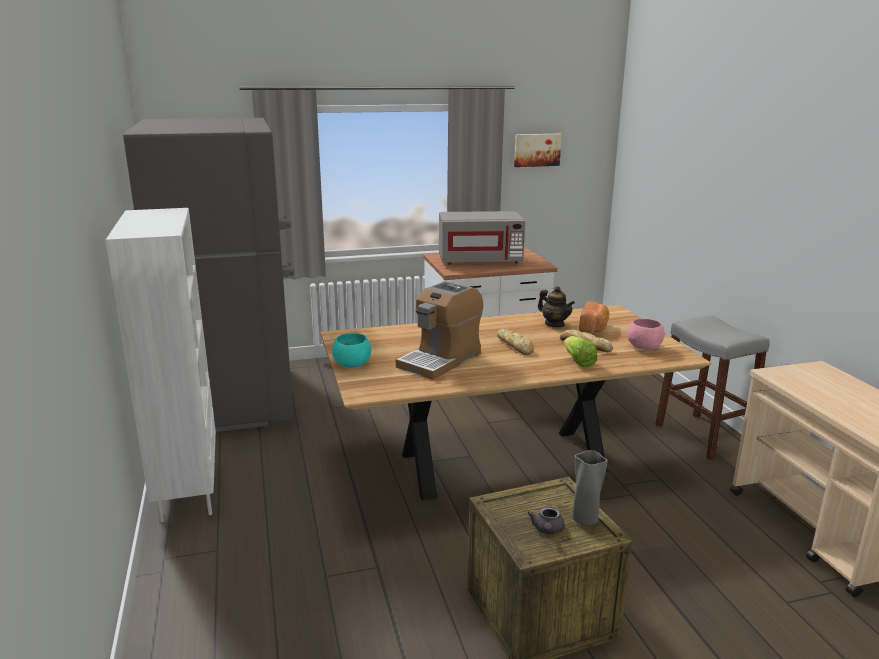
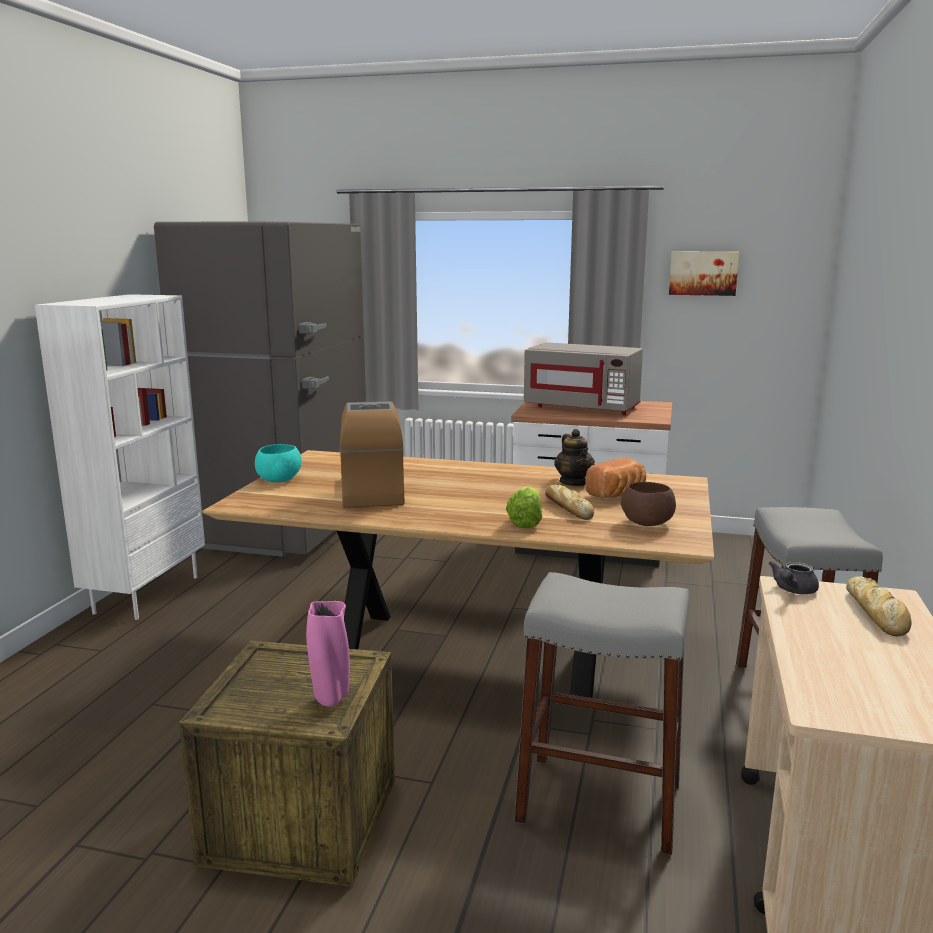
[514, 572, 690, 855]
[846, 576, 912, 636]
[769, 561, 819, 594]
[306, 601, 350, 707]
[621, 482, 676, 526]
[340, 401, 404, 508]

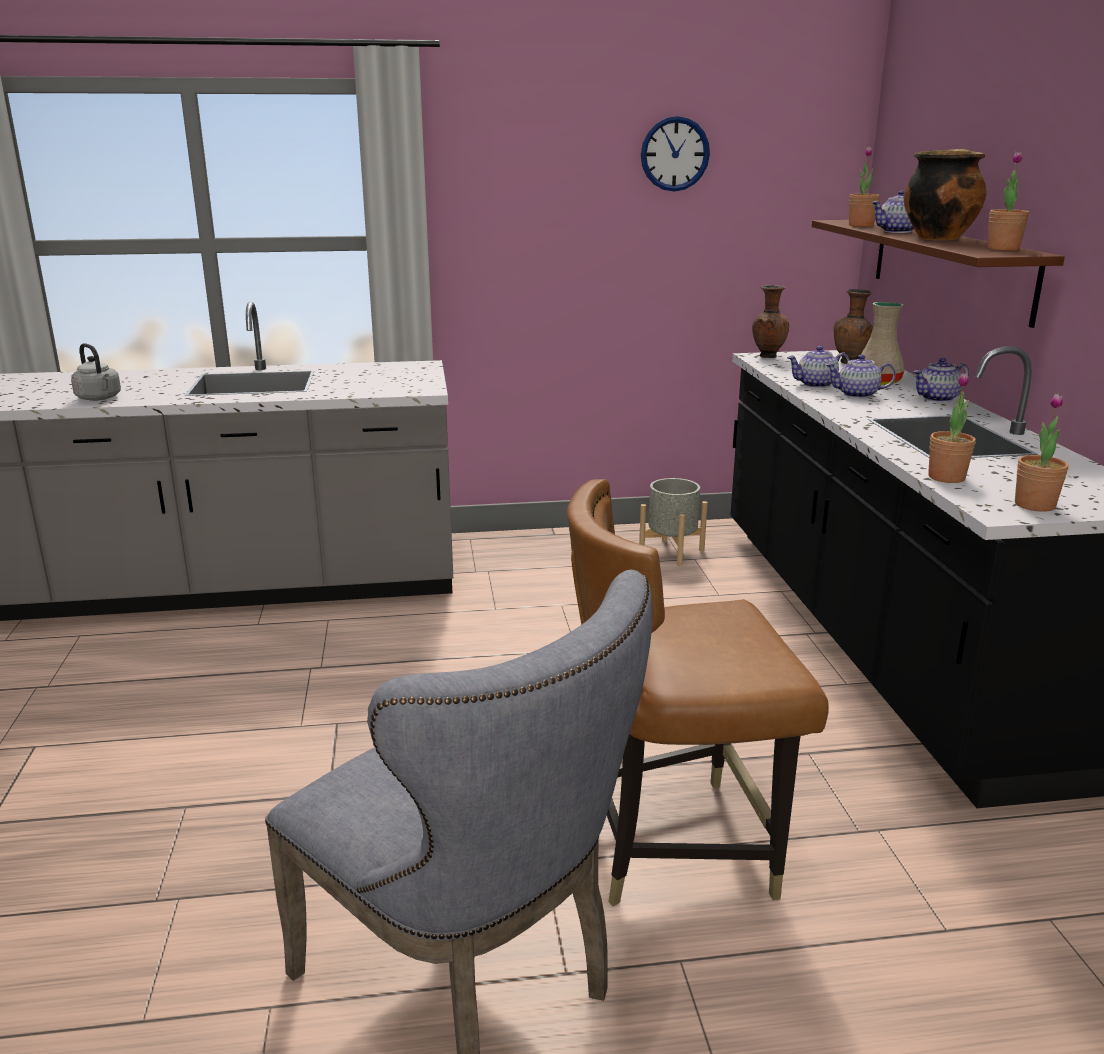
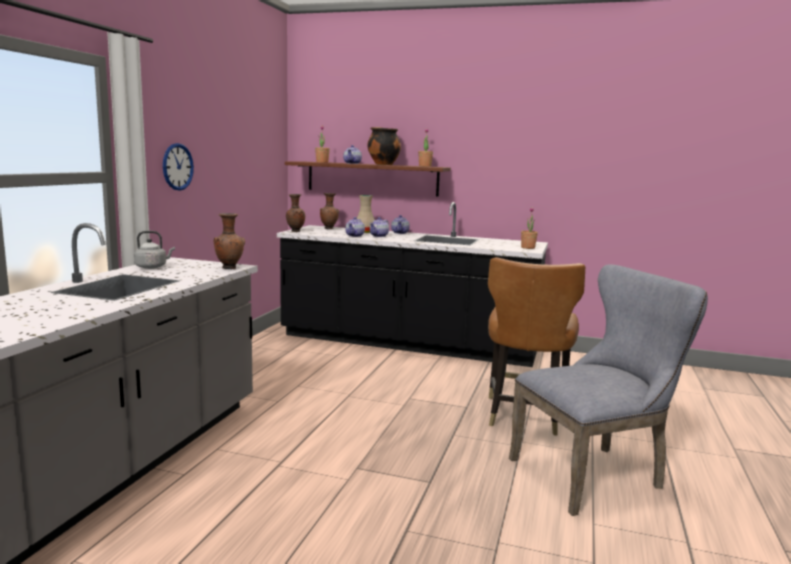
[639, 478, 708, 566] (first image)
[928, 373, 976, 483] (first image)
[214, 213, 245, 269]
[134, 231, 175, 269]
[163, 143, 194, 191]

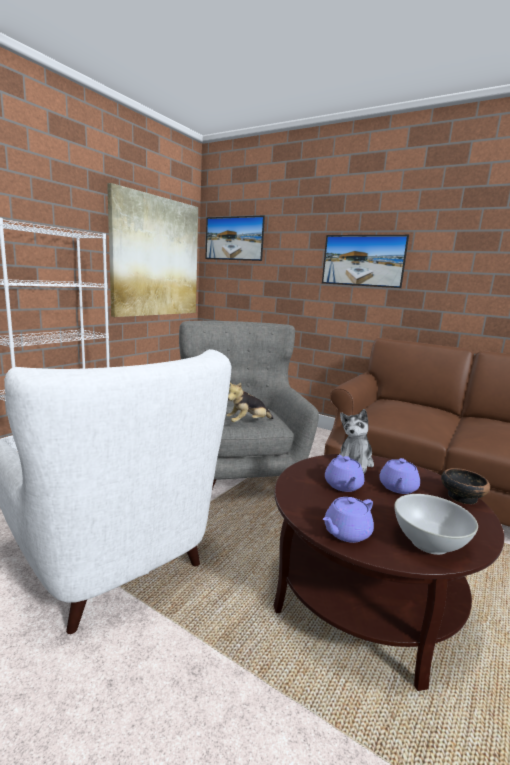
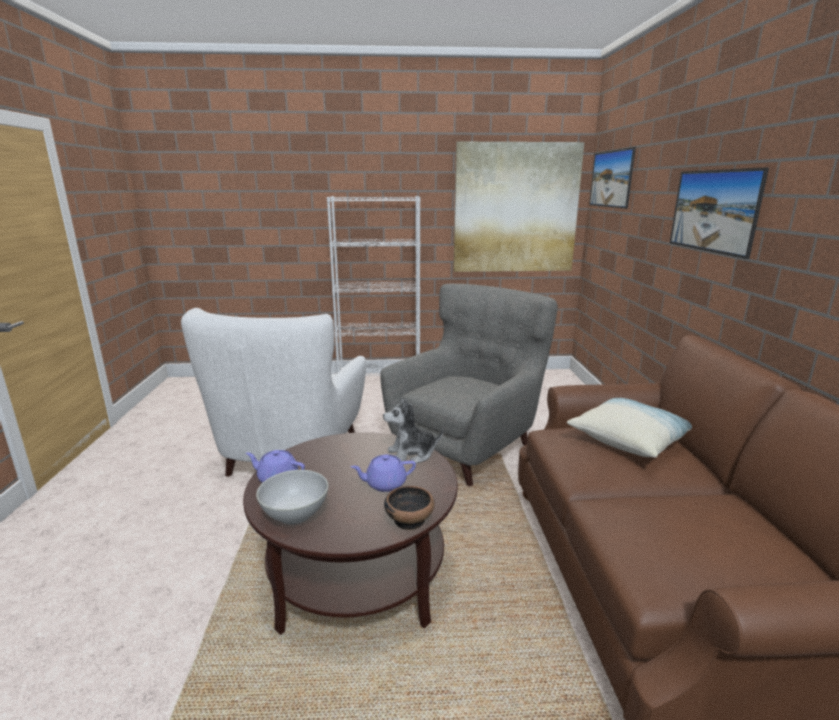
[226, 383, 273, 422] (first image)
[325, 455, 365, 492] (first image)
[567, 398, 692, 458]

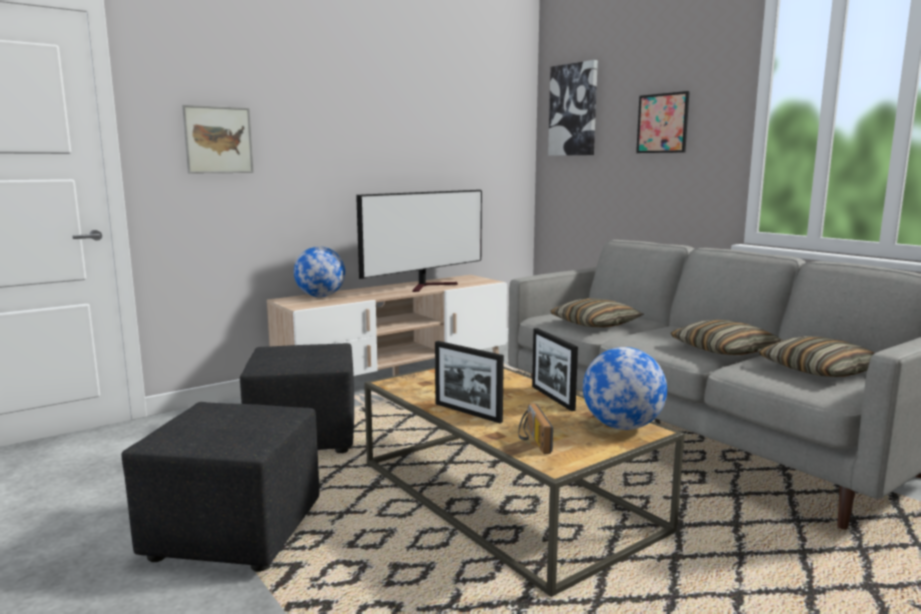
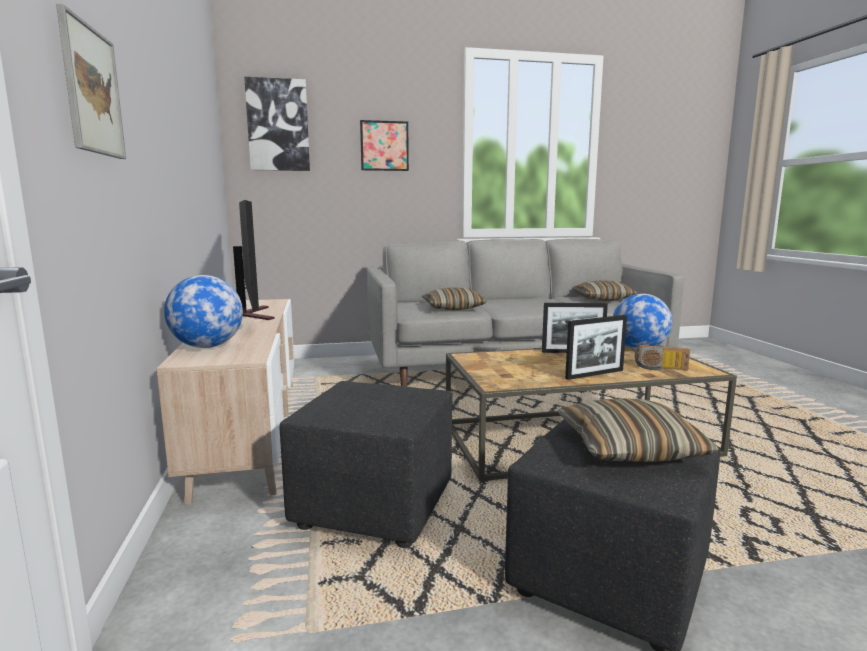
[557, 398, 719, 462]

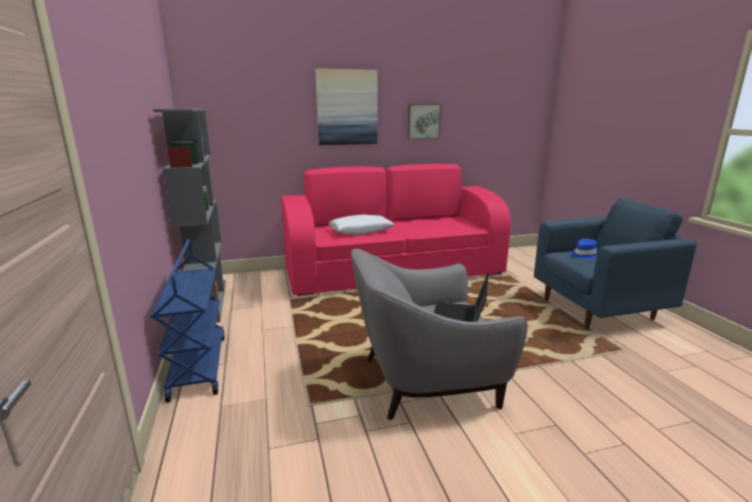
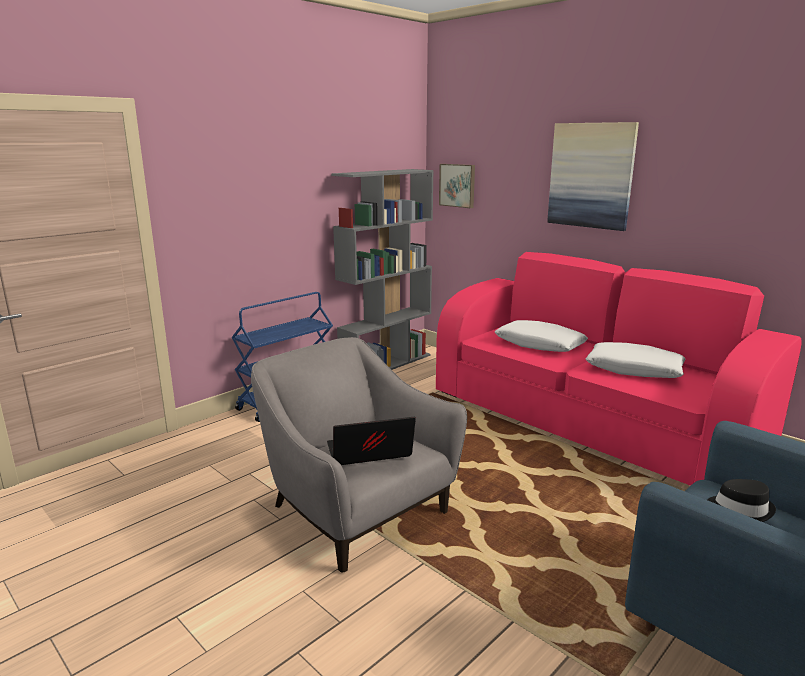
[585, 342, 686, 378]
[439, 164, 475, 208]
[707, 479, 776, 522]

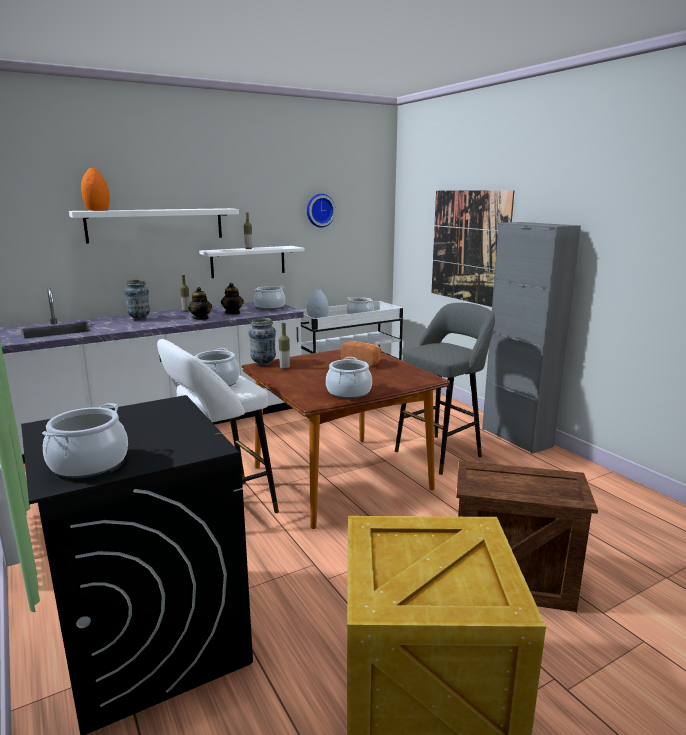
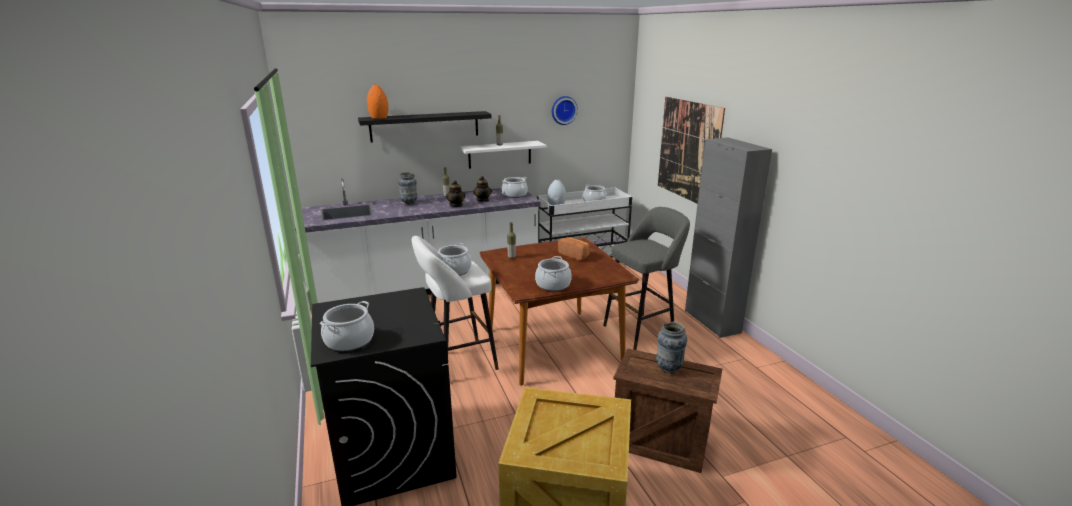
[656, 321, 687, 374]
[358, 111, 491, 142]

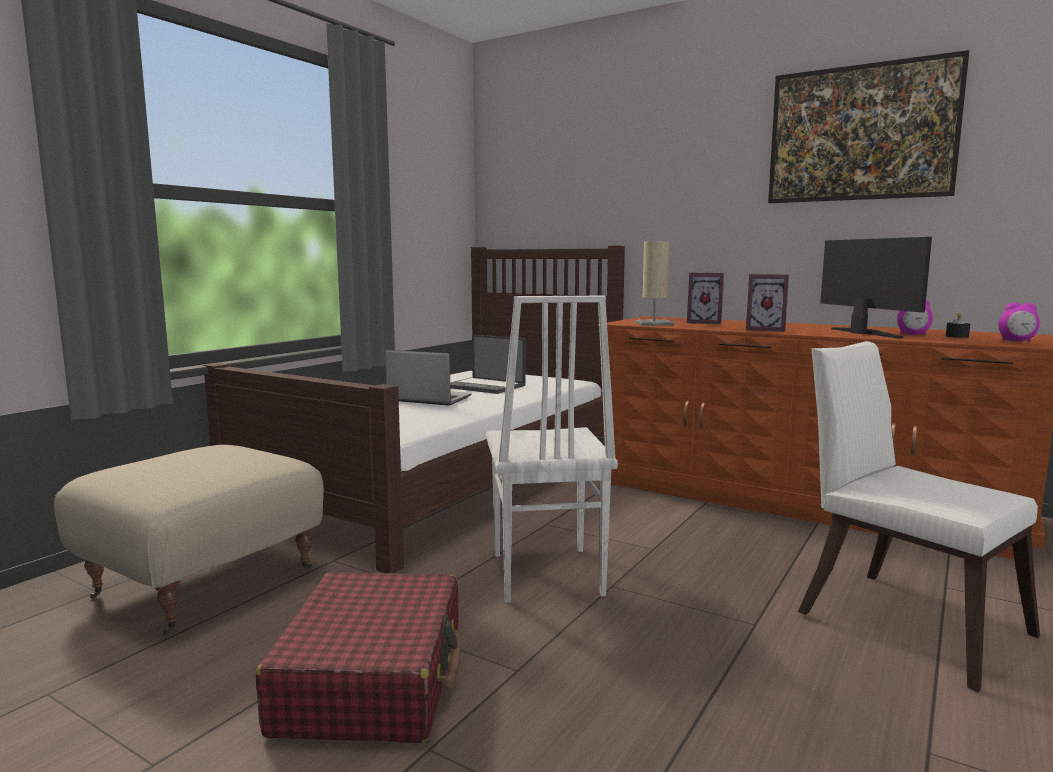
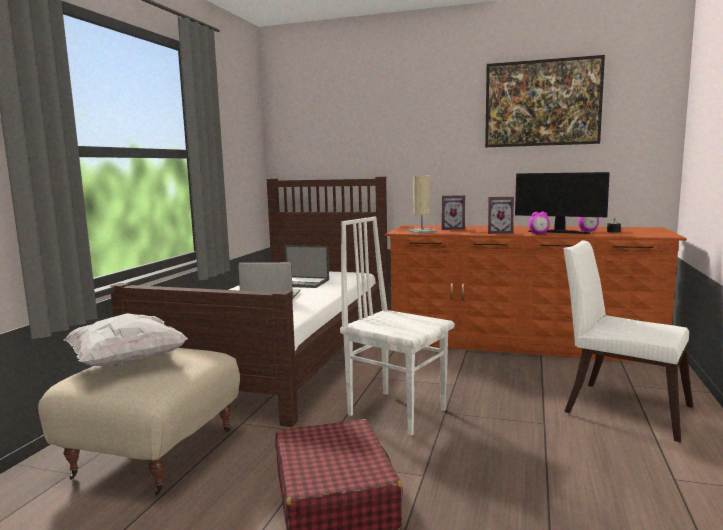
[64, 313, 188, 366]
[529, 212, 550, 234]
[340, 217, 454, 436]
[515, 172, 610, 234]

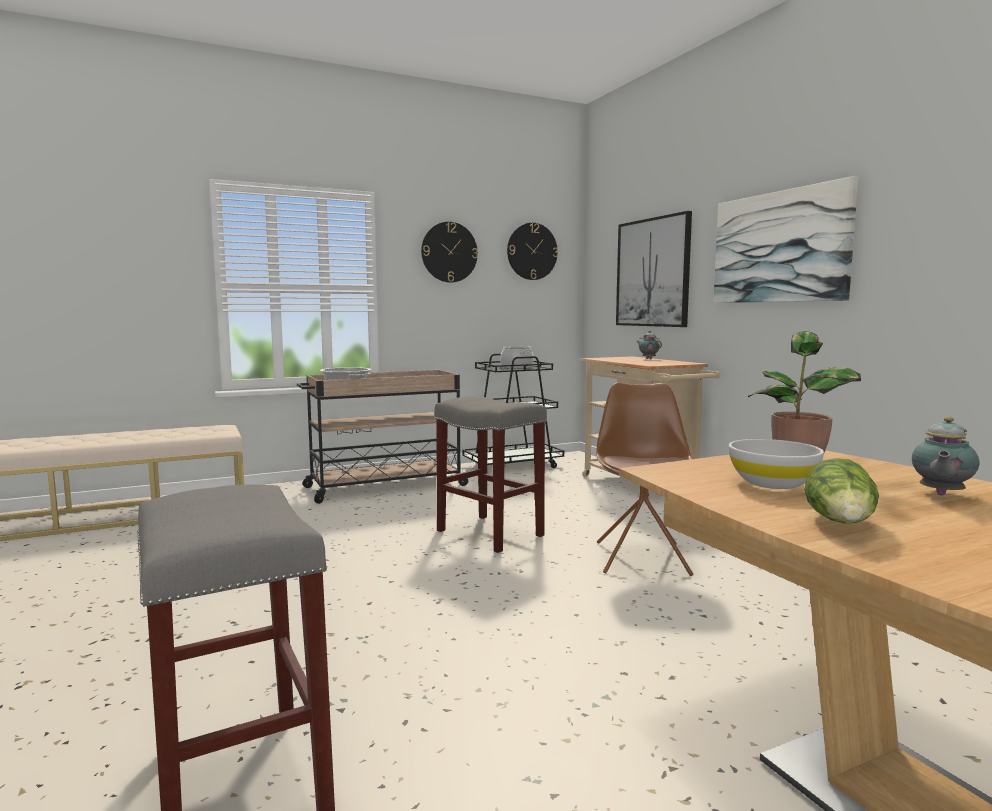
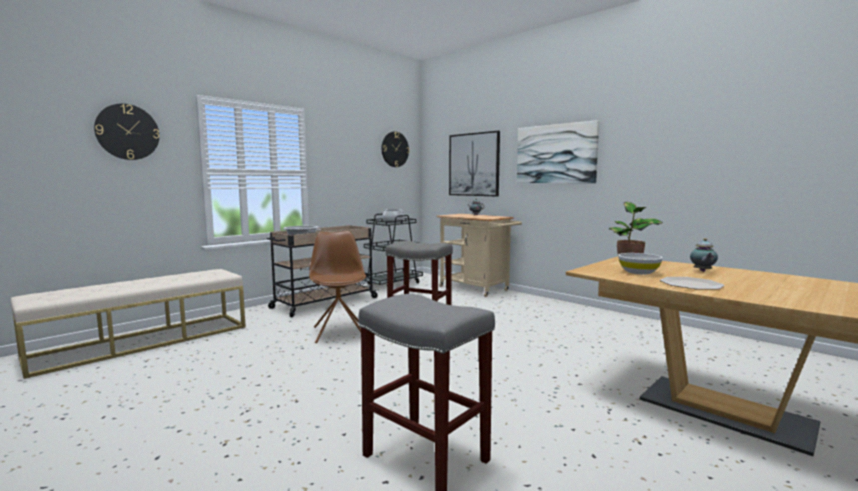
[94, 104, 159, 160]
[309, 231, 366, 343]
[660, 277, 725, 290]

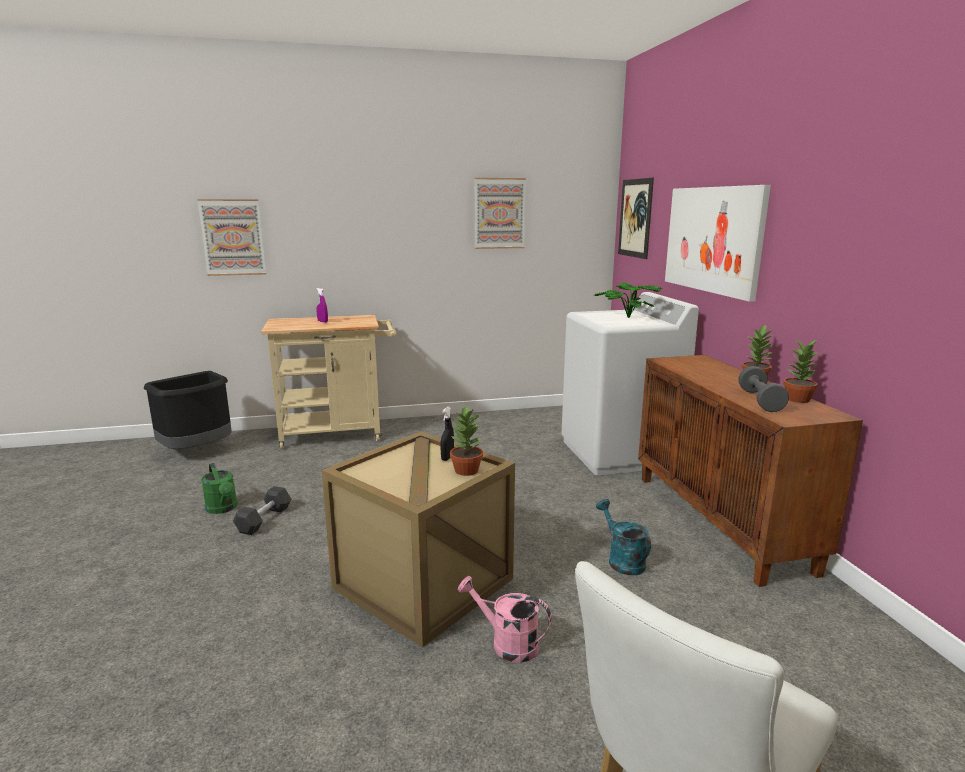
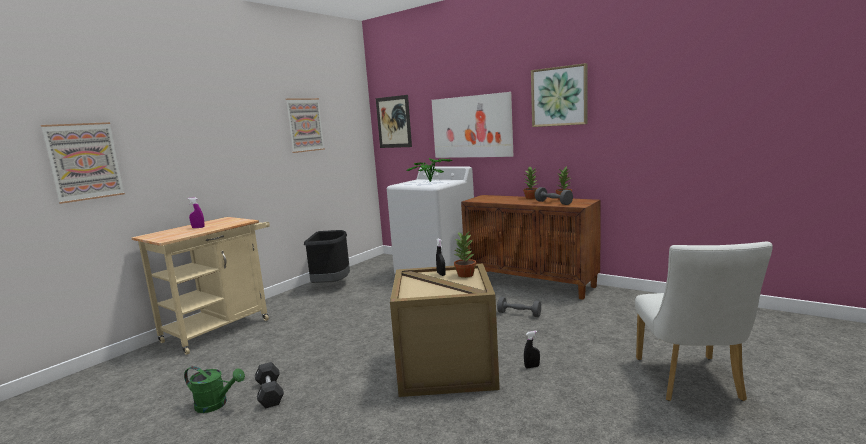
[531, 63, 588, 127]
[304, 230, 350, 283]
[524, 331, 540, 368]
[497, 297, 541, 317]

